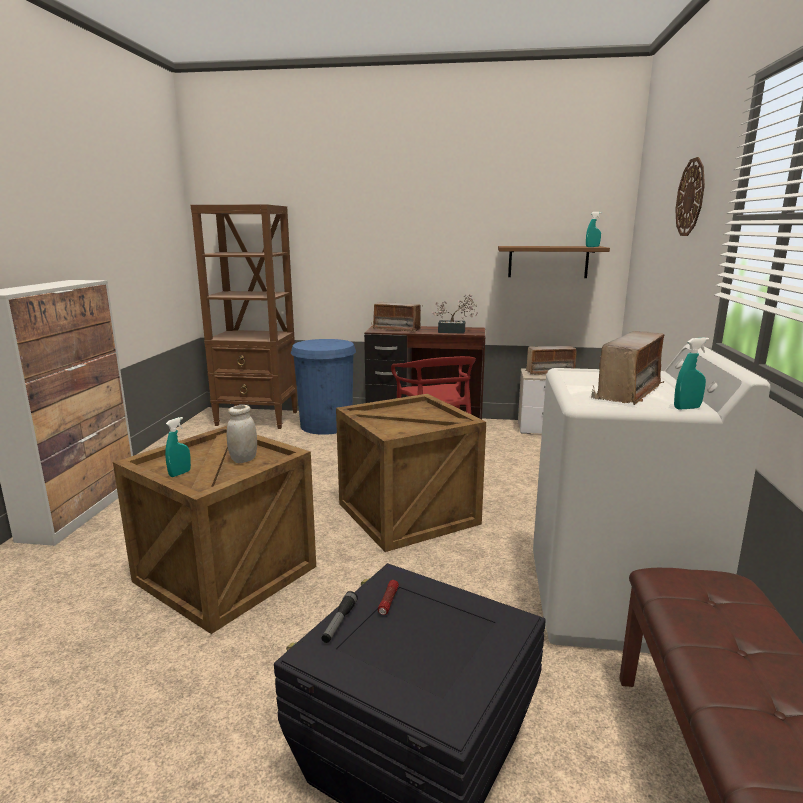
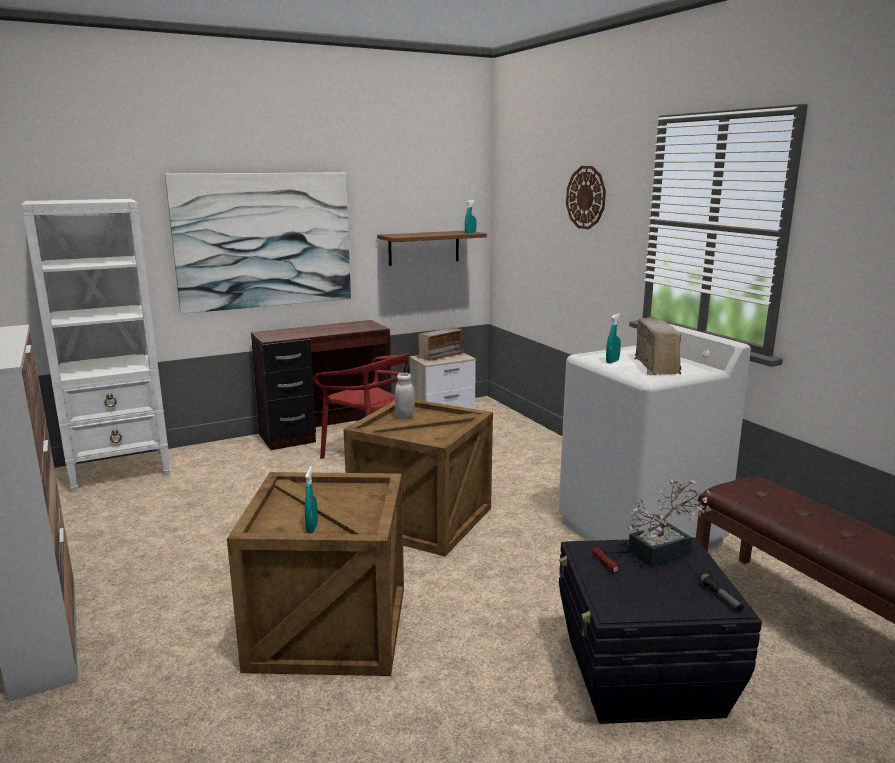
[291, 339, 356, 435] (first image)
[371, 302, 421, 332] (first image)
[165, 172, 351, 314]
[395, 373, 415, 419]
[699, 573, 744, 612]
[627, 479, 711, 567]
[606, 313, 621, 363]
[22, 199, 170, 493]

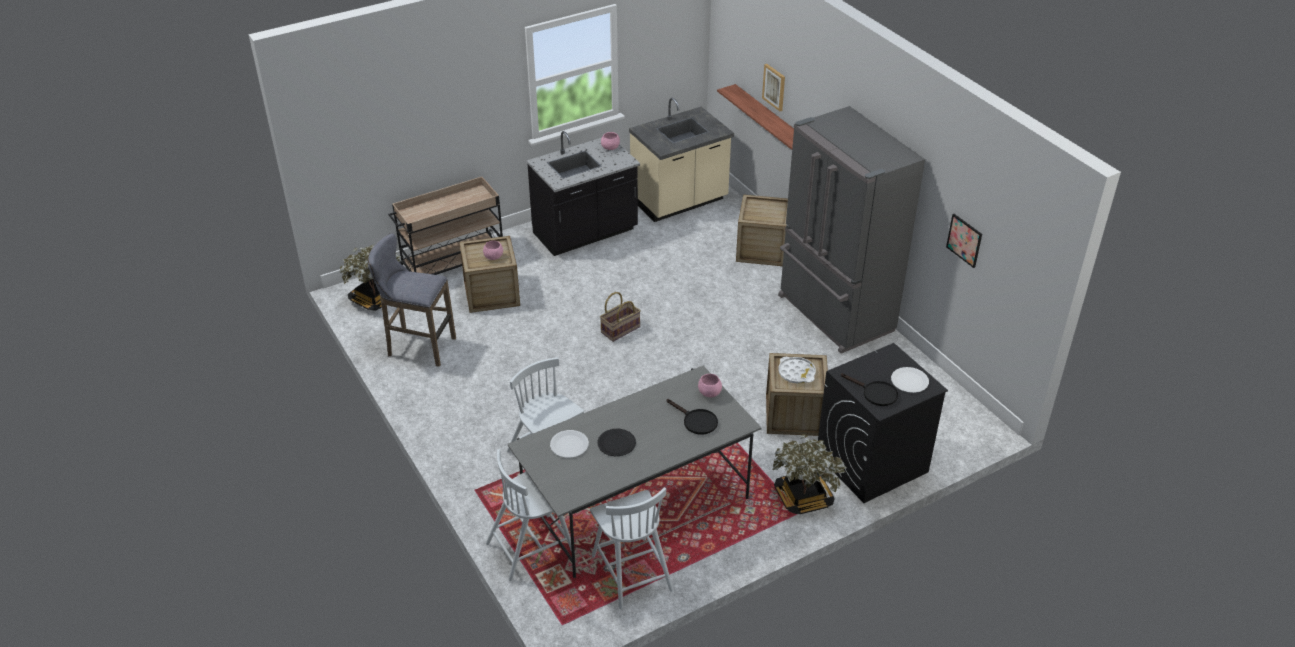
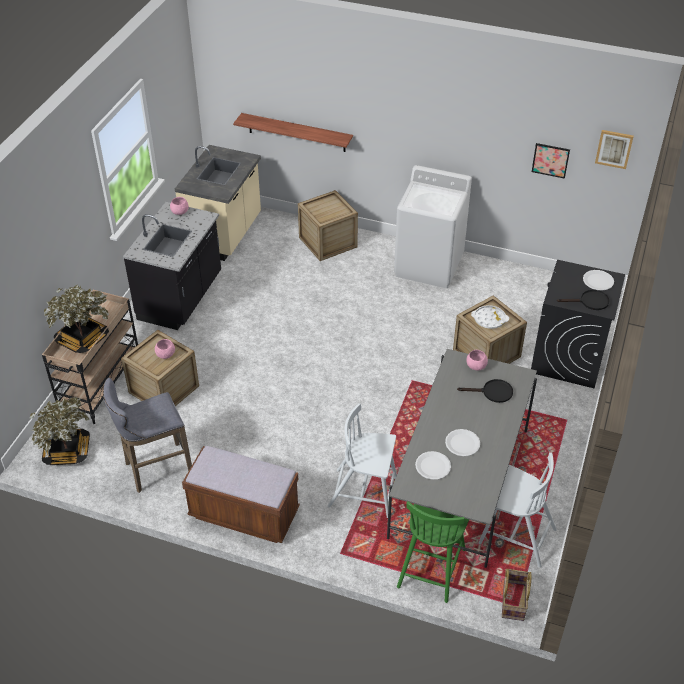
[182, 446, 300, 543]
[502, 569, 532, 621]
[595, 130, 634, 169]
[44, 284, 109, 353]
[394, 165, 472, 288]
[397, 501, 469, 603]
[445, 429, 480, 456]

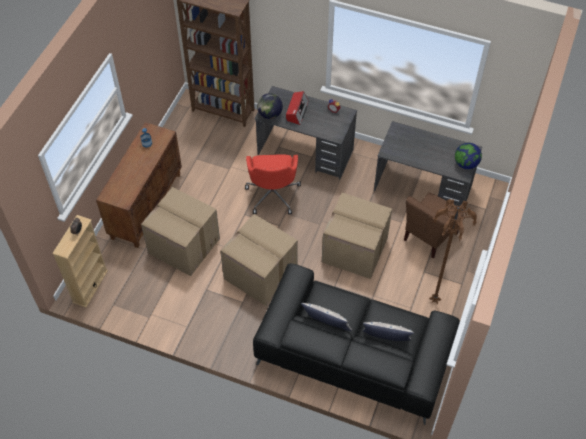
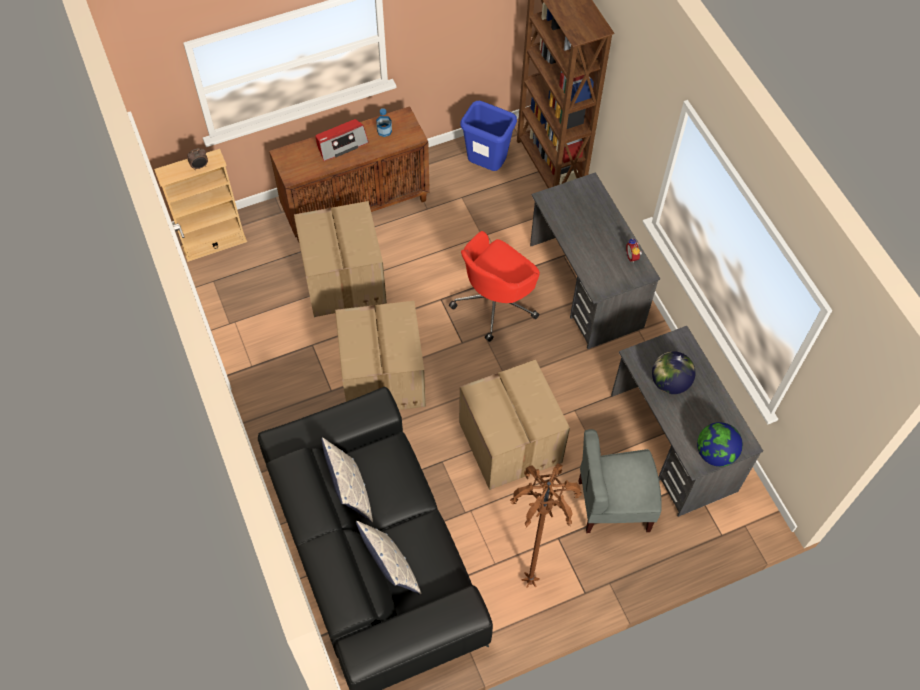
[460, 101, 517, 171]
[652, 351, 696, 394]
[315, 119, 369, 161]
[579, 429, 662, 533]

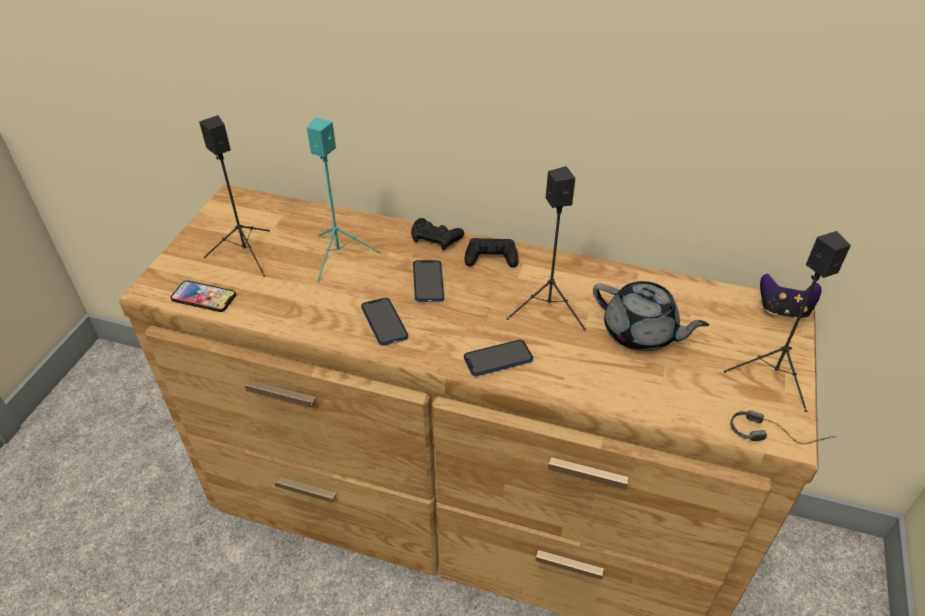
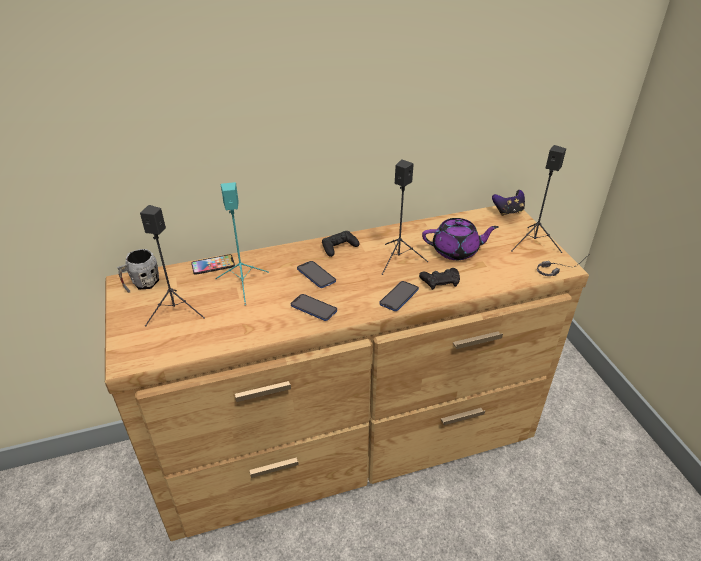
[117, 249, 159, 293]
[191, 255, 235, 275]
[419, 268, 460, 290]
[422, 218, 499, 260]

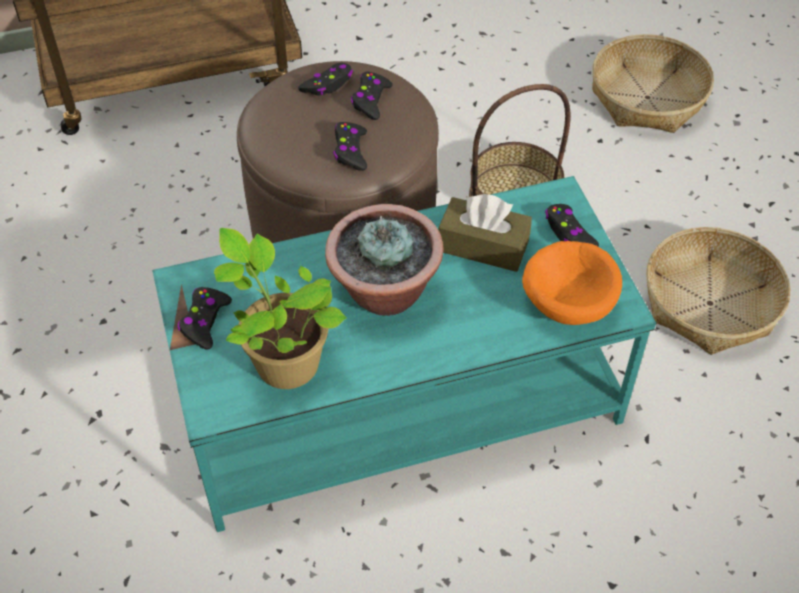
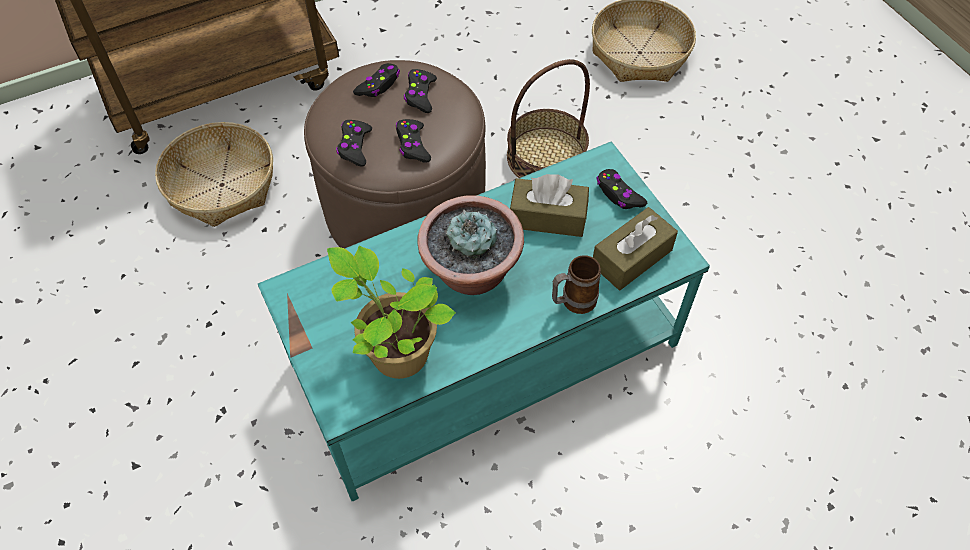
[552, 255, 601, 314]
[336, 120, 372, 167]
[155, 122, 273, 227]
[593, 207, 678, 290]

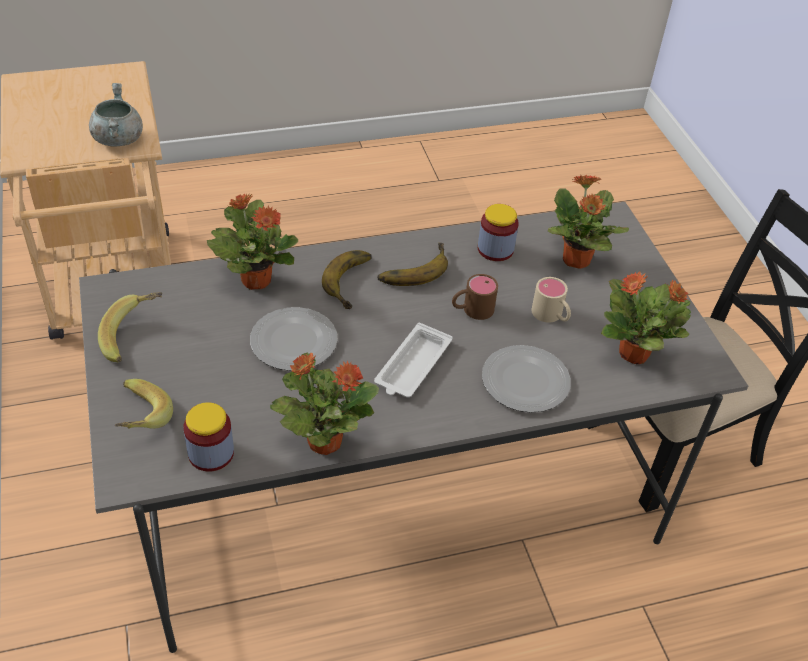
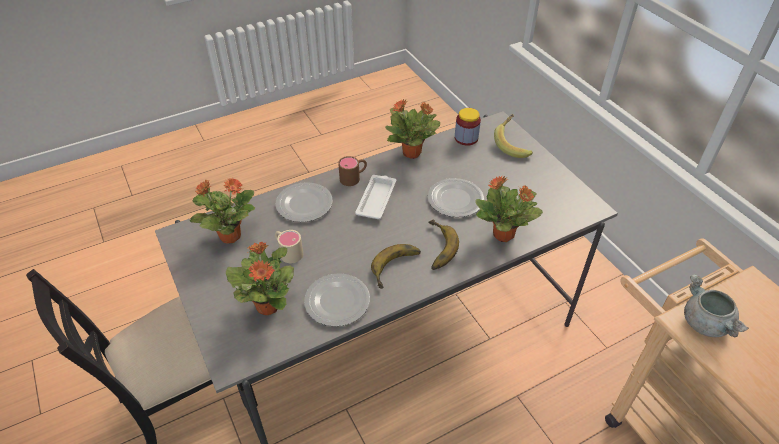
[98, 292, 162, 362] (first image)
[338, 156, 367, 186]
[304, 273, 370, 327]

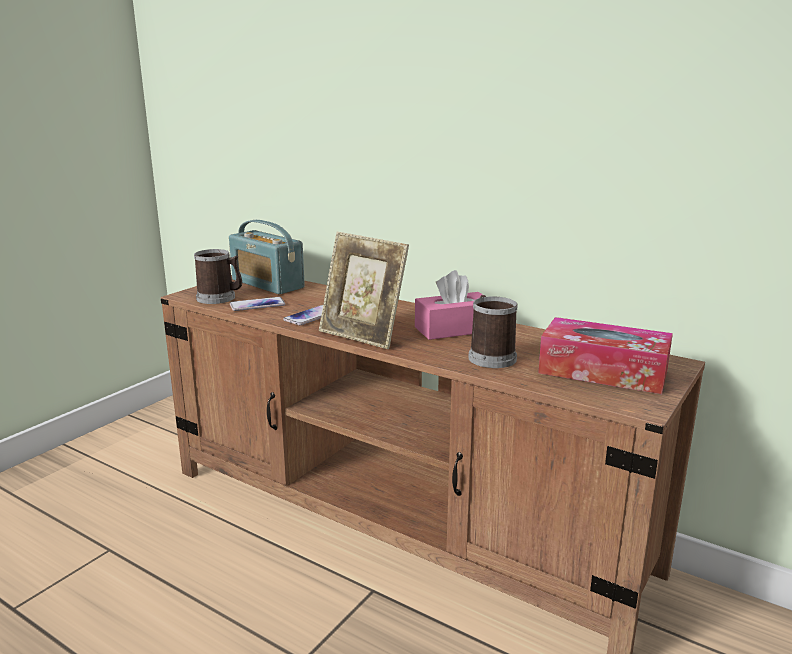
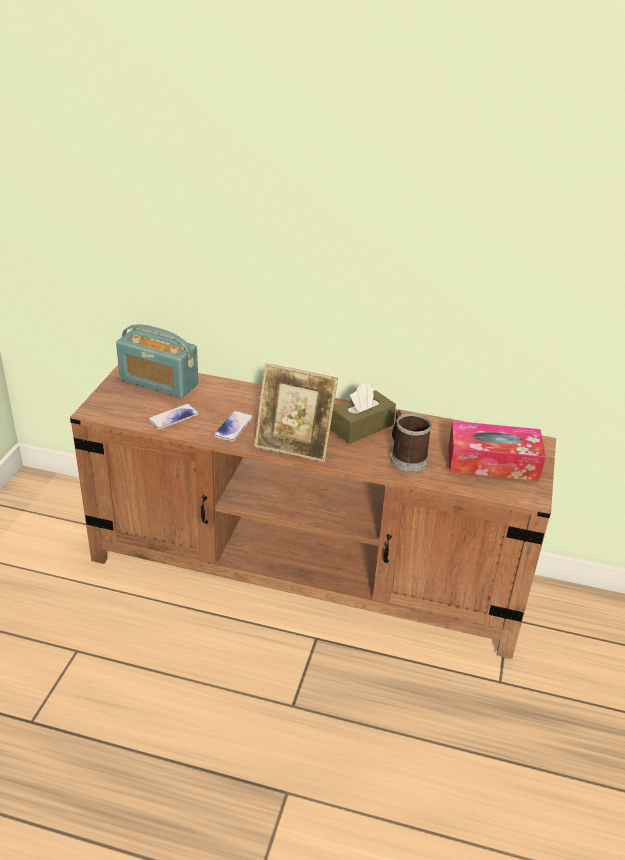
[194, 249, 242, 304] (first image)
[330, 383, 396, 444]

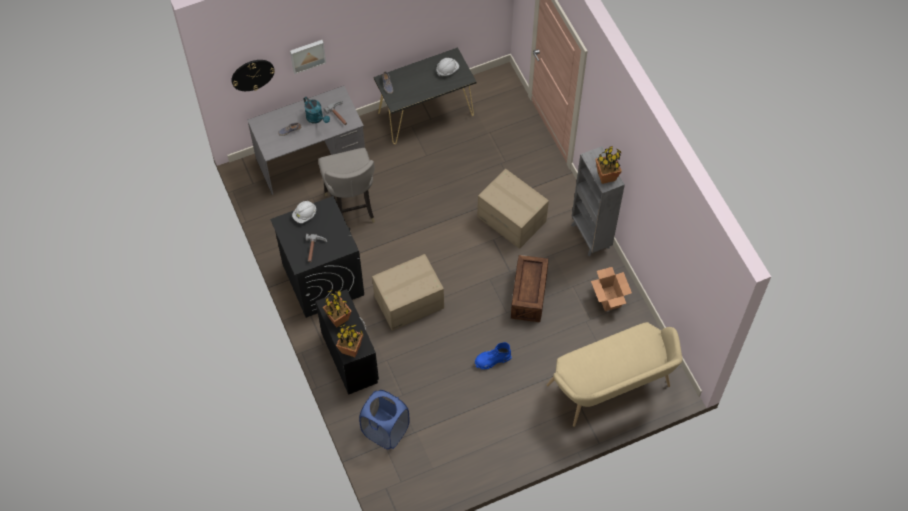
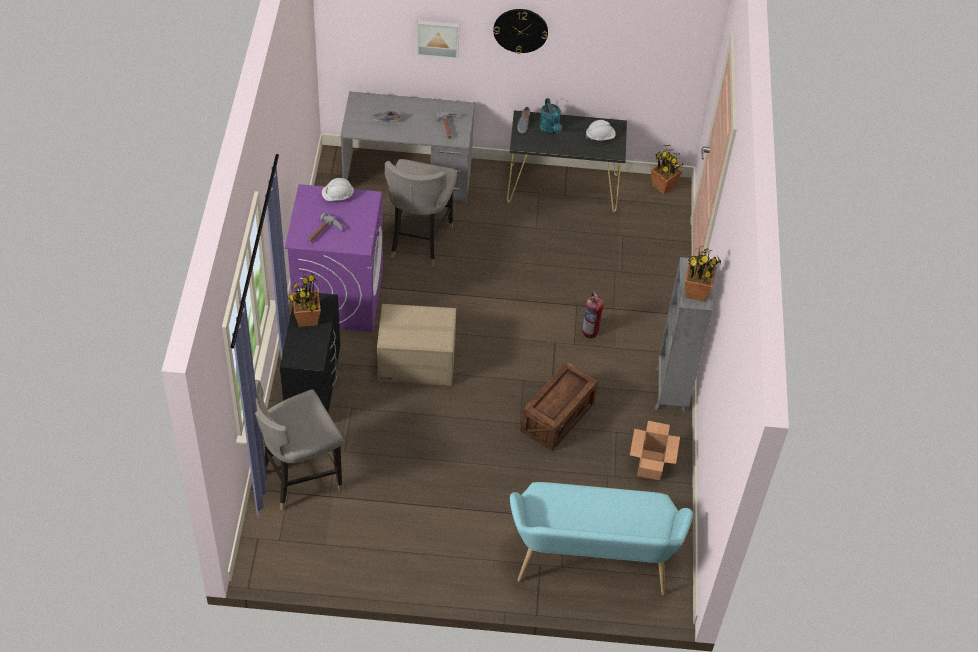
[474, 342, 512, 370] (first image)
[493, 9, 548, 54]
[539, 98, 562, 134]
[651, 145, 683, 194]
[255, 380, 343, 510]
[582, 291, 604, 338]
[285, 184, 383, 332]
[510, 482, 693, 595]

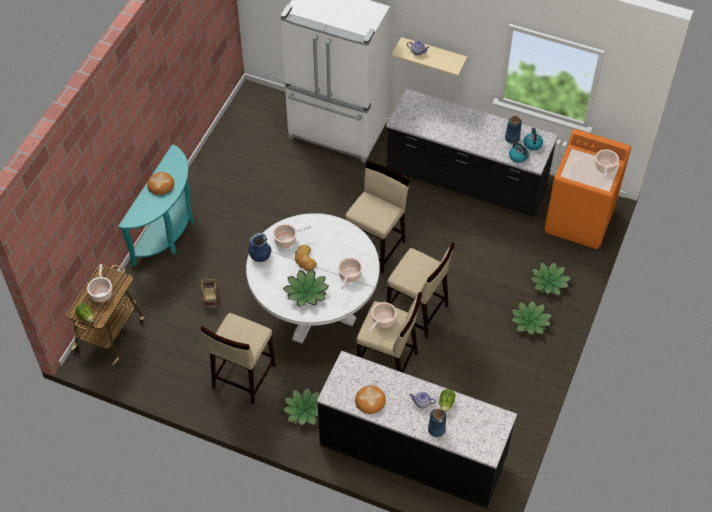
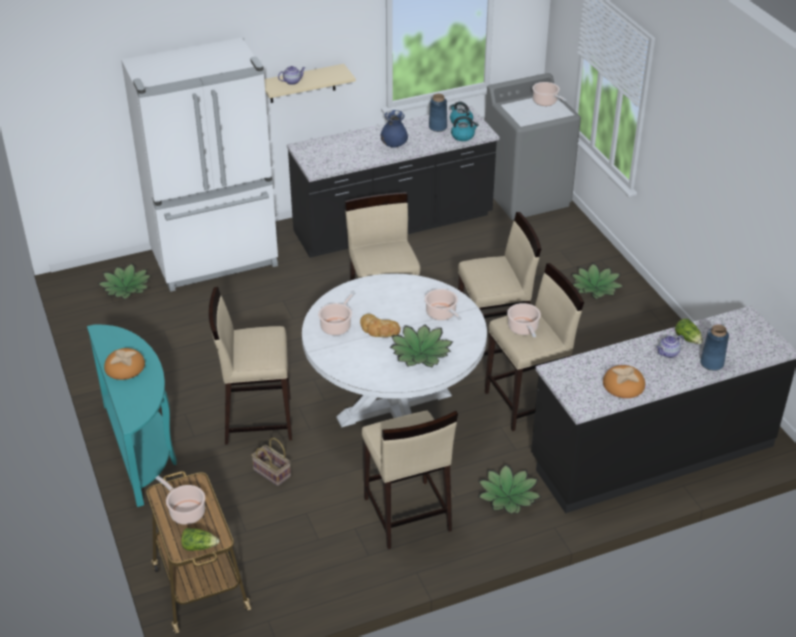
[209, 287, 292, 445]
[381, 110, 408, 148]
[98, 263, 152, 299]
[485, 73, 581, 220]

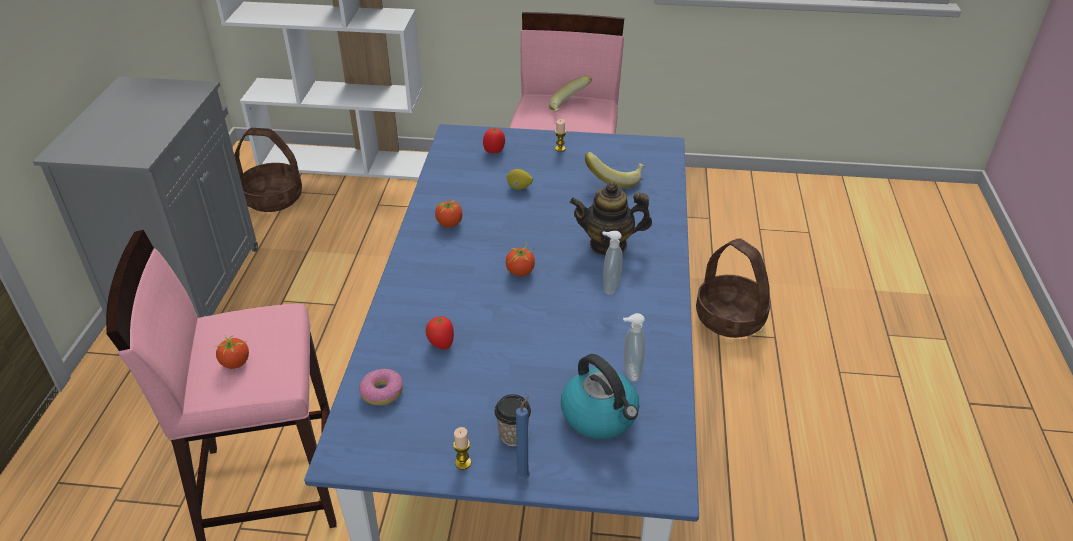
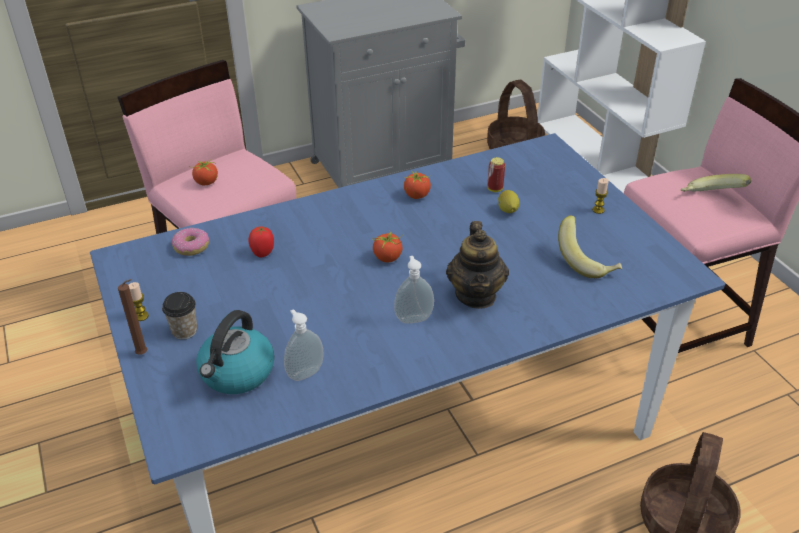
[483, 128, 505, 153] (first image)
[488, 157, 505, 192]
[118, 279, 147, 355]
[446, 221, 509, 309]

